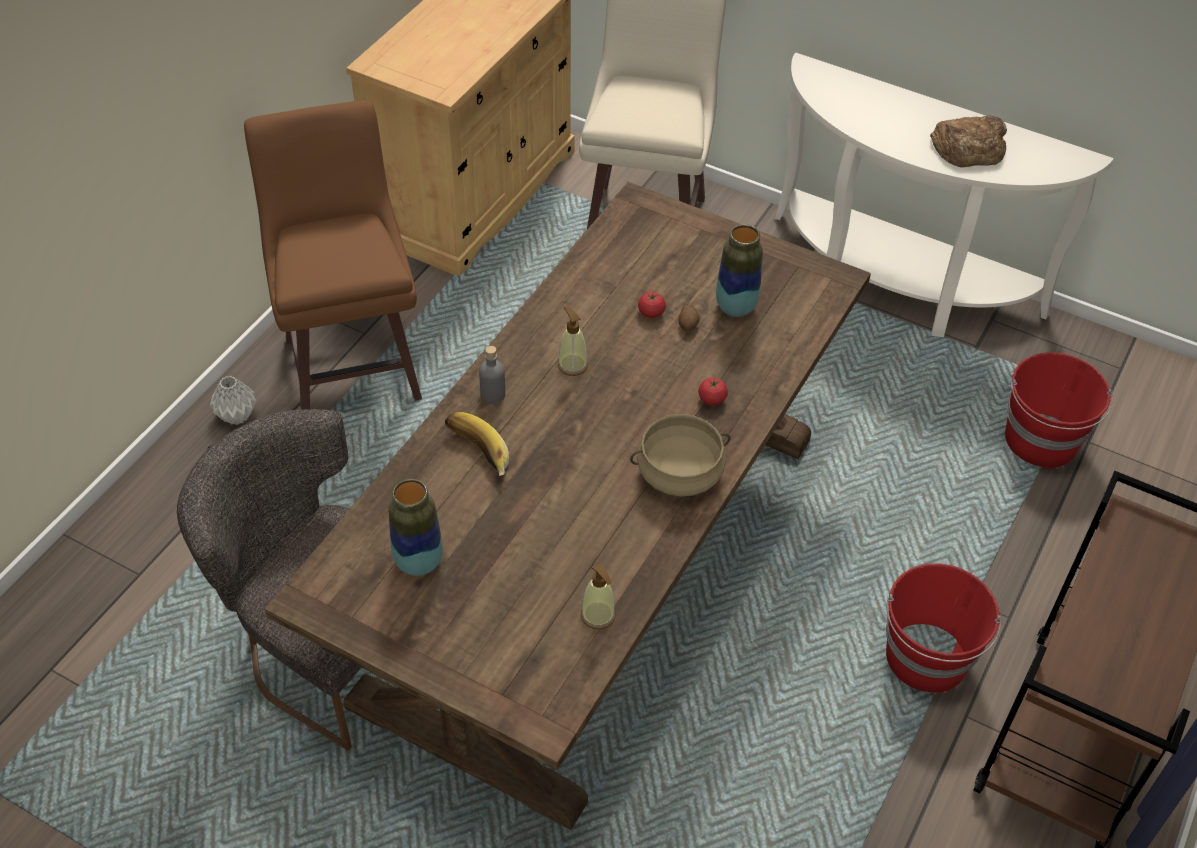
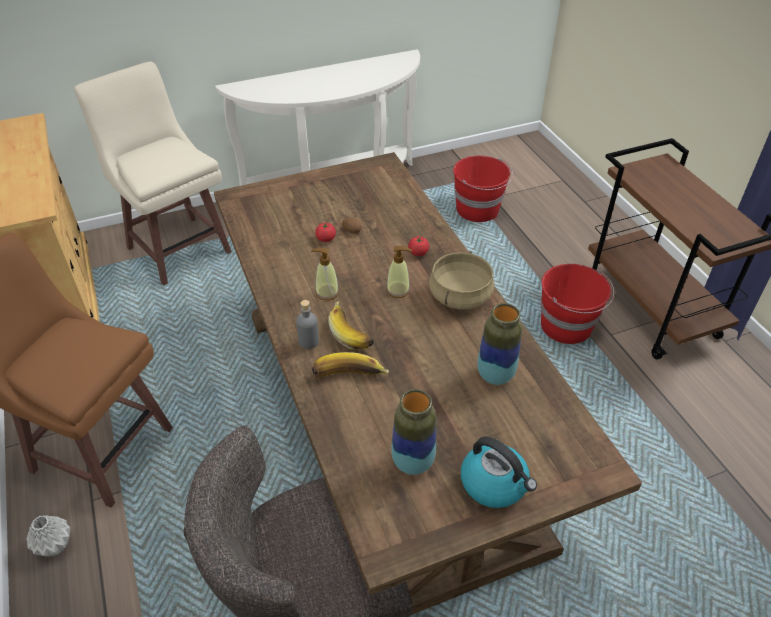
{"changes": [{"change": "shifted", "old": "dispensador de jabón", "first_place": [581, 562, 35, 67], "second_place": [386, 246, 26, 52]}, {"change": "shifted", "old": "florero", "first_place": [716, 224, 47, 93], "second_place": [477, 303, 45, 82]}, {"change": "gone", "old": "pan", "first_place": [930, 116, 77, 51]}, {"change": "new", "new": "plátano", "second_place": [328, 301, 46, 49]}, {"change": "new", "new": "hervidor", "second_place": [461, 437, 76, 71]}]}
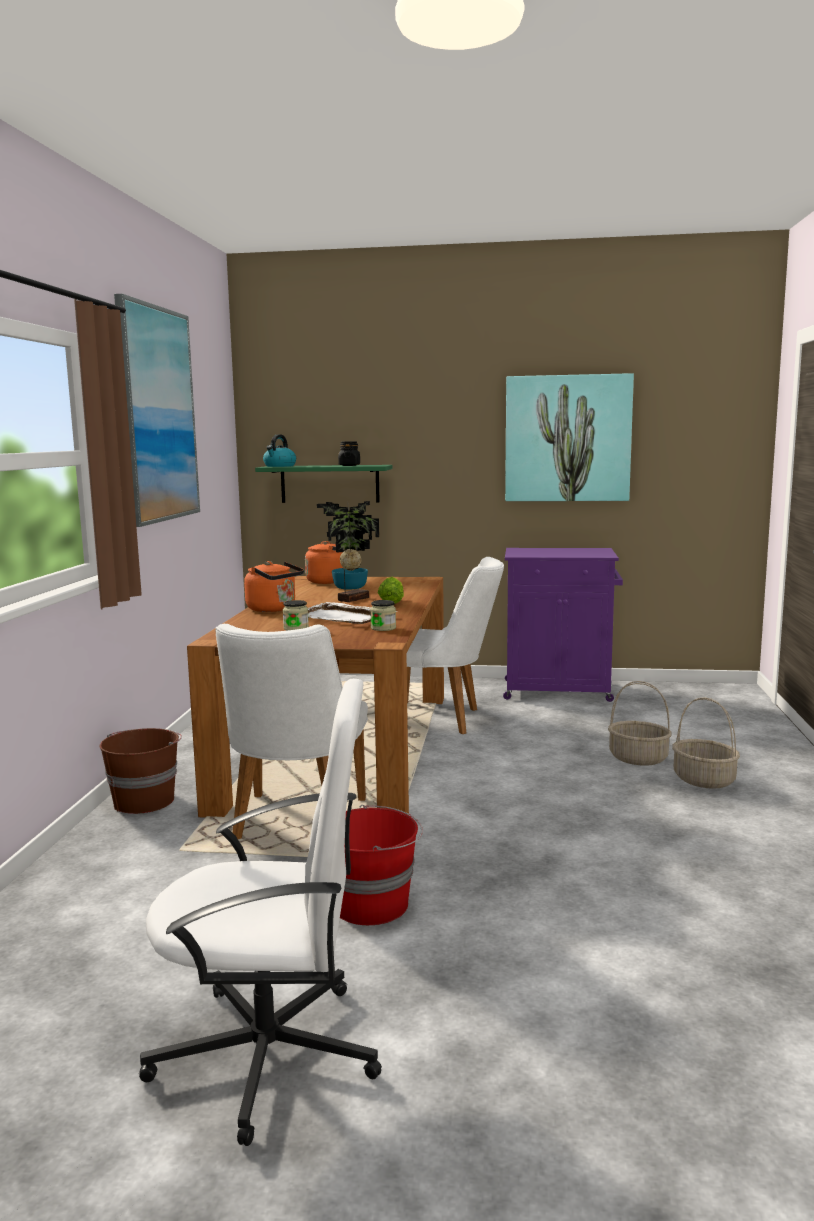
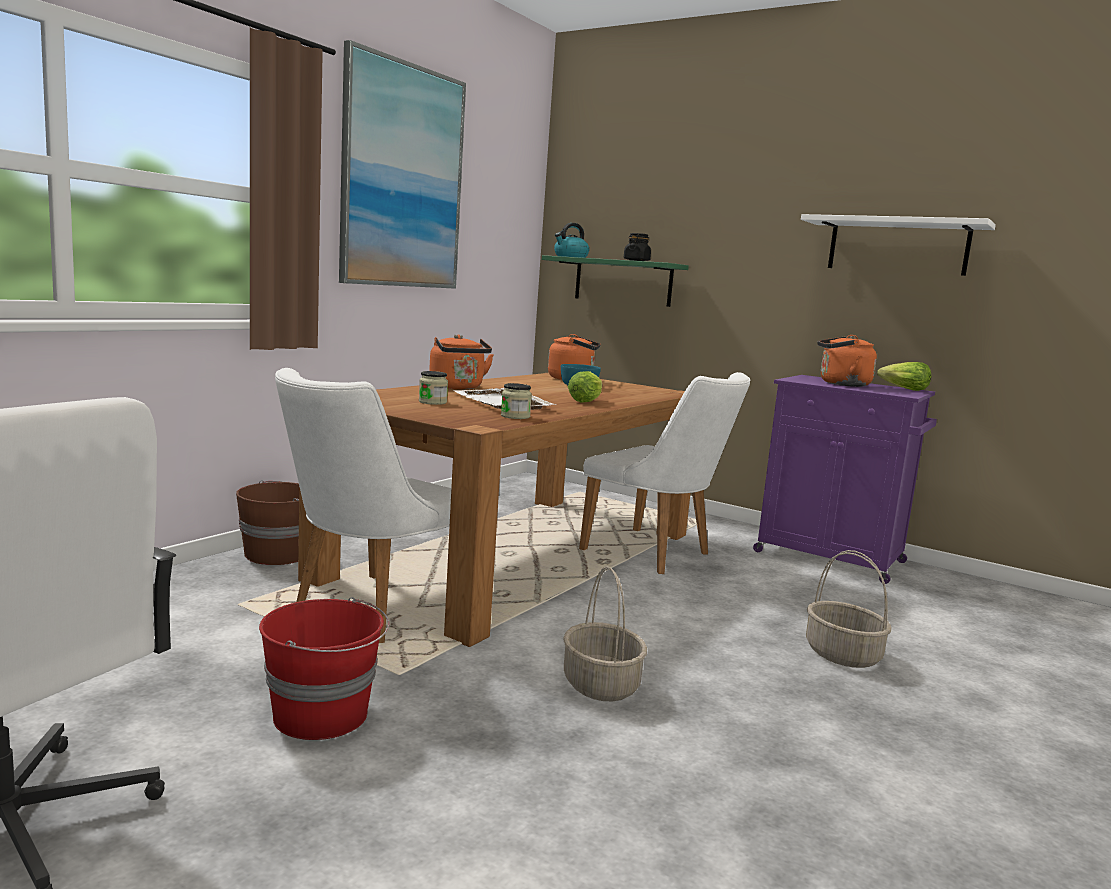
{"changes": [{"change": "gone", "old": "planta en maceta", "first_place": [317, 501, 62, 101]}, {"change": "swapped", "old": "cuadro", "new": "estante/blanco", "first_place": [505, 373, 129, 128], "second_place": [801, 214, 195, 62]}, {"change": "shifted", "old": "cesta", "first_place": [672, 697, 68, 92], "second_place": [563, 566, 84, 136]}, {"change": "new", "new": "hervidor/naranja", "second_place": [817, 335, 60, 52]}, {"change": "new", "new": "lechuga", "second_place": [877, 362, 54, 29]}]}
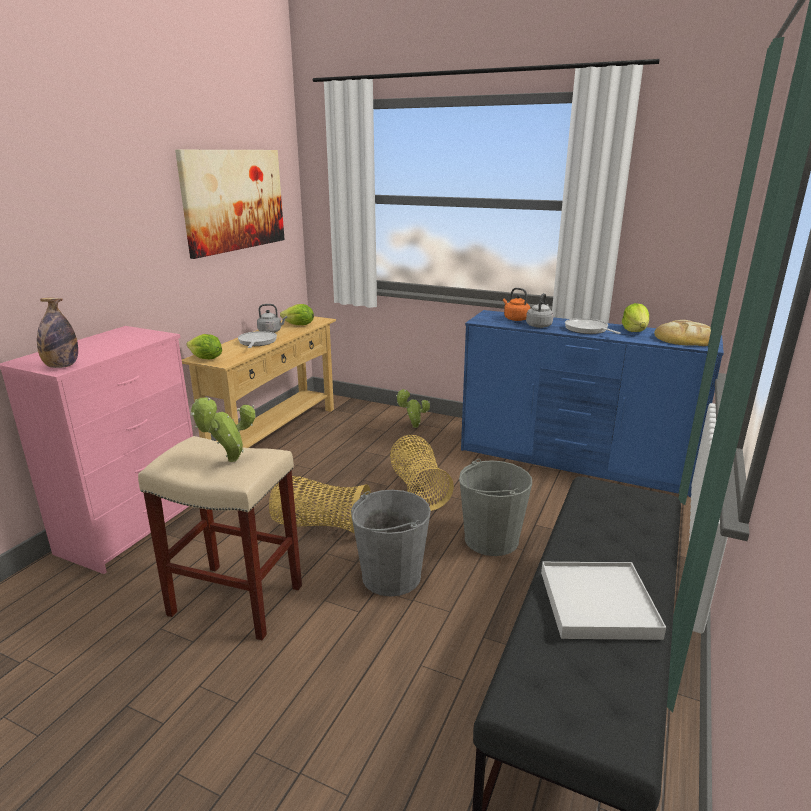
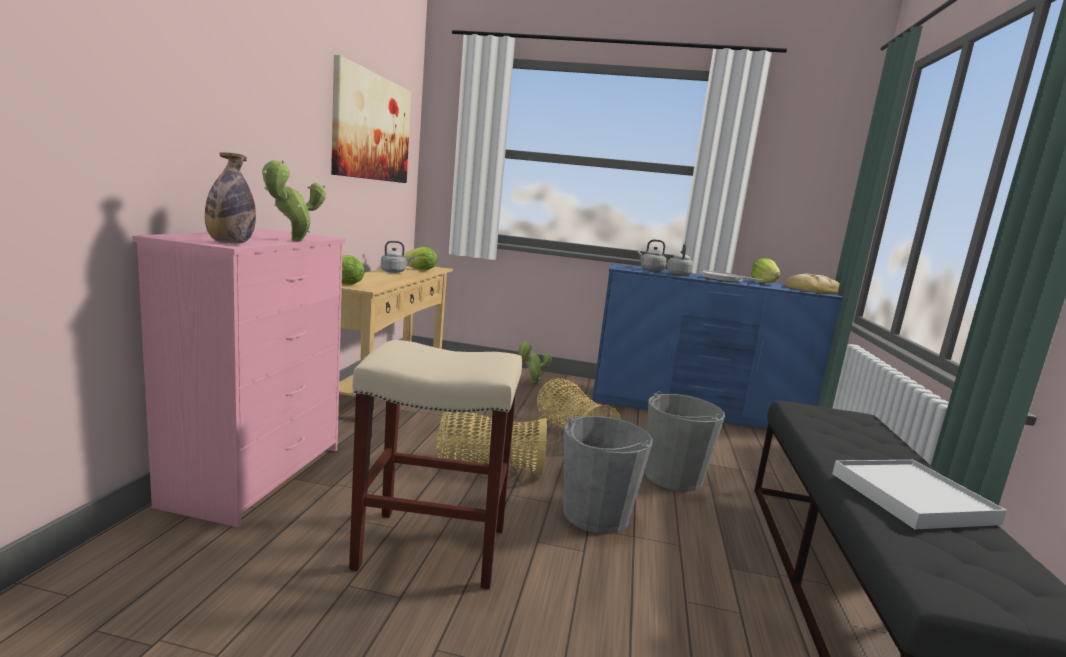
{"changes": [{"change": "shifted", "old": "planta en maceta", "first_place": [191, 397, 65, 65], "second_place": [262, 160, 64, 81]}, {"change": "gone", "old": "sartén", "first_place": [238, 331, 39, 17]}, {"change": "repainted", "old": "hervidor/naranja", "new": "hervidor/gris", "first_place": [503, 288, 27, 33], "second_place": [638, 240, 28, 31]}]}
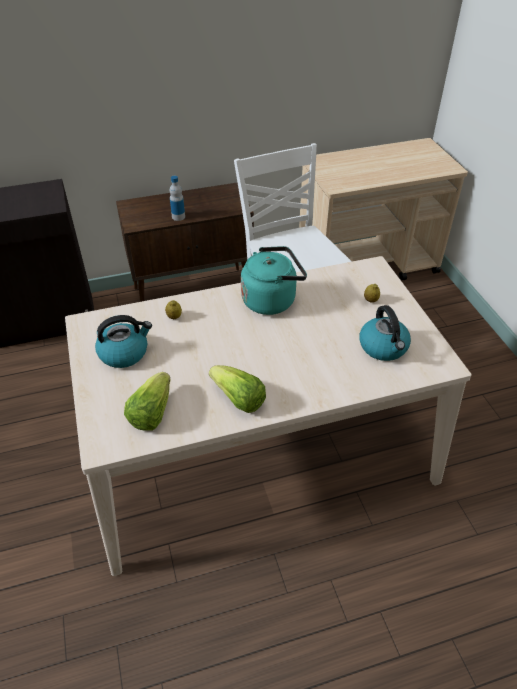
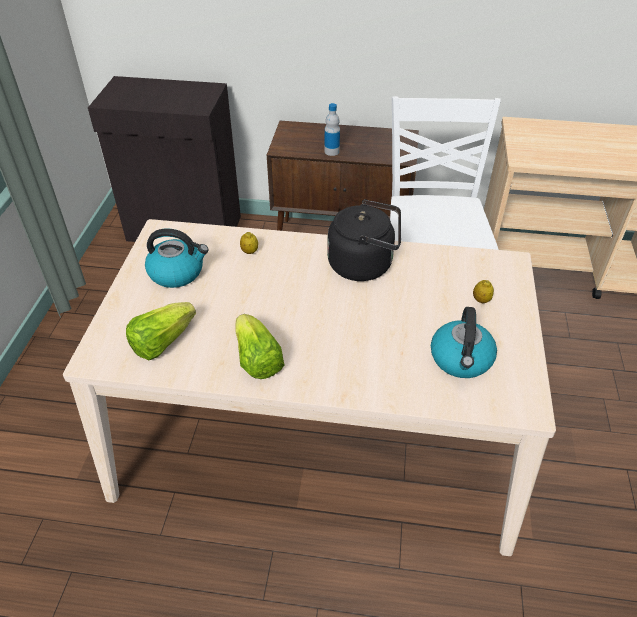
{"changes": [{"change": "repainted", "old": "hervidor/turquesa", "new": "hervidor/negro", "first_place": [241, 246, 66, 69], "second_place": [327, 199, 74, 82]}]}
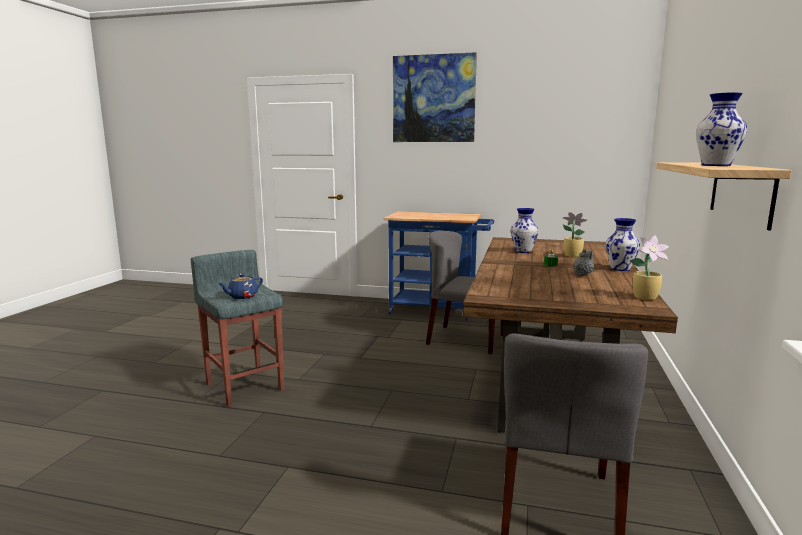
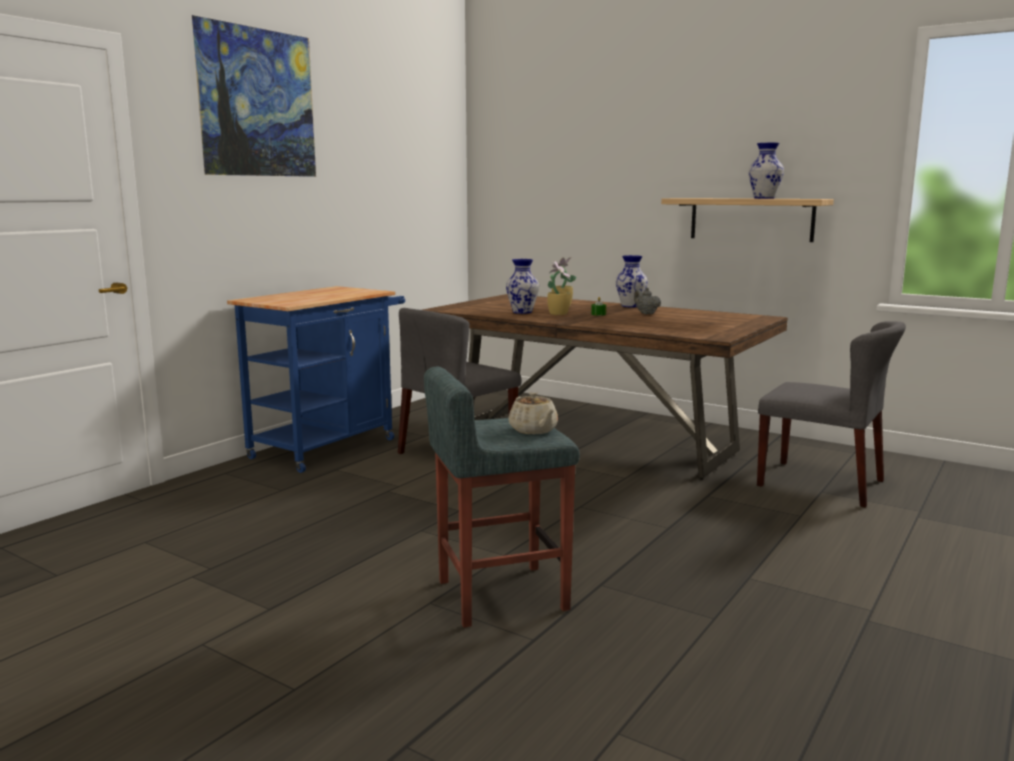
{"changes": [{"change": "repainted", "old": "tetera/azul", "new": "tetera/beis", "first_place": [218, 274, 45, 25], "second_place": [508, 392, 50, 42]}, {"change": "shifted", "old": "planta en maceta", "first_place": [630, 236, 39, 64], "second_place": [547, 260, 24, 55]}]}
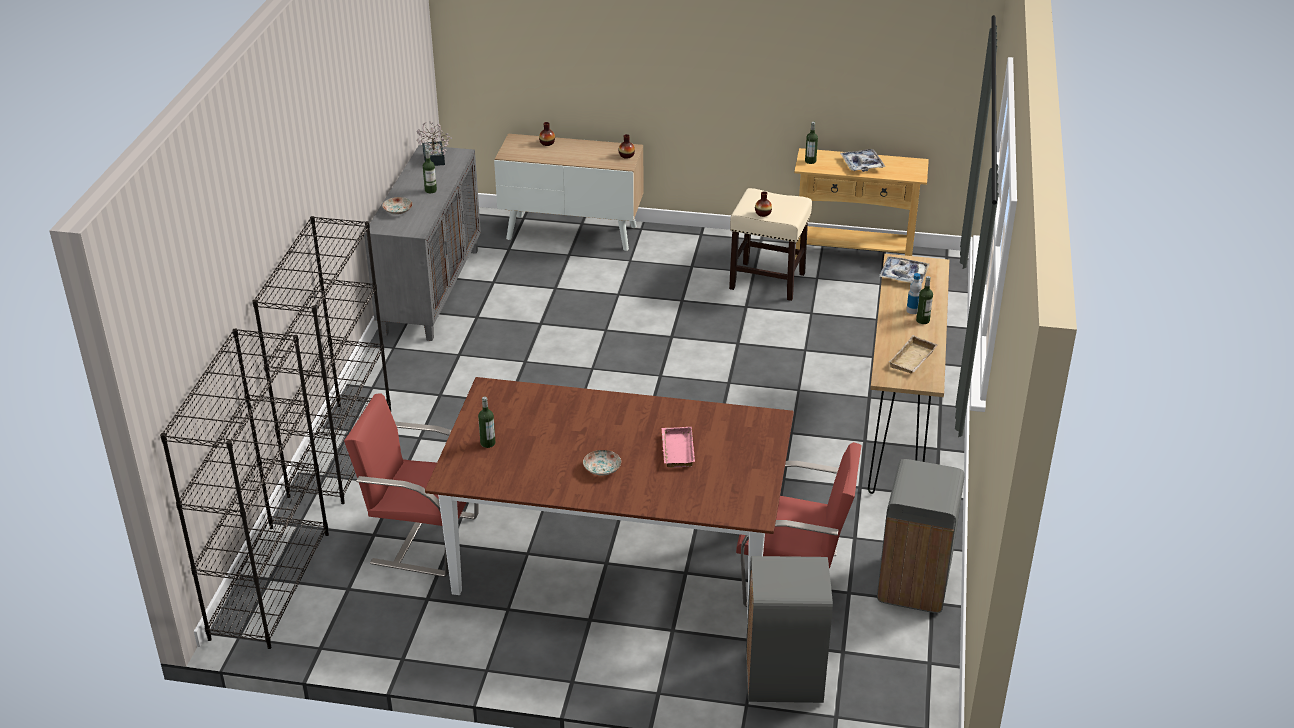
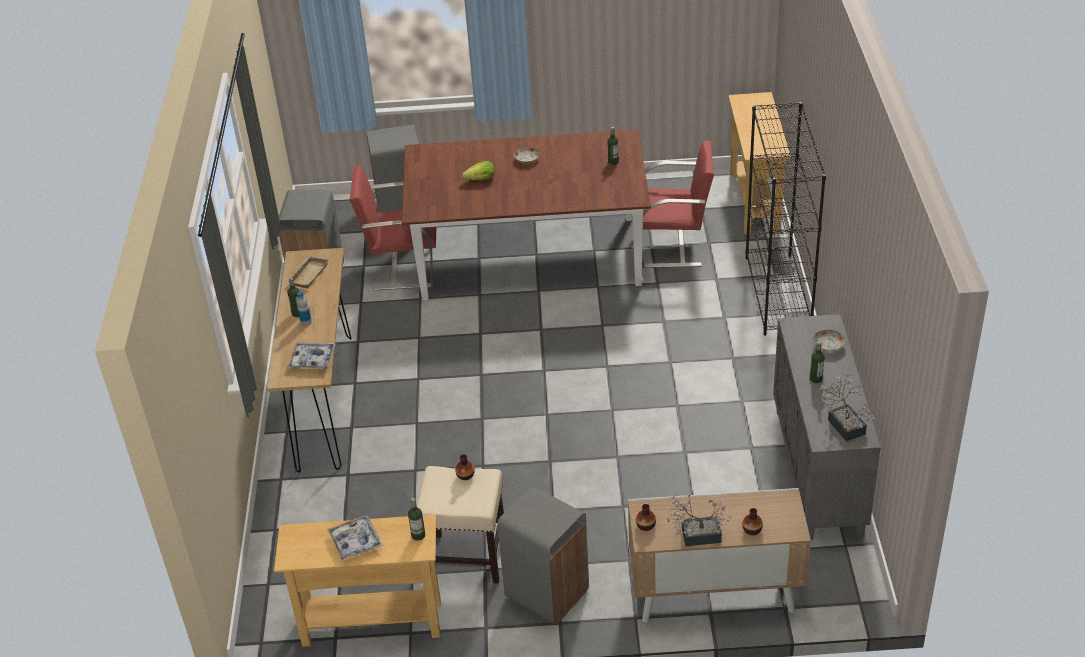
{"changes": [{"change": "swapped", "old": "estantería/negro", "new": "mesa consola/beis", "first_place": [160, 328, 169, 321], "second_place": [728, 92, 62, 142]}, {"change": "swapped", "old": "bandeja/rosa", "new": "lechuga", "first_place": [661, 427, 34, 41], "second_place": [462, 161, 33, 19]}, {"change": "new", "new": "papelera/gris", "second_place": [497, 486, 92, 139]}, {"change": "new", "new": "planta en maceta", "second_place": [667, 493, 64, 53]}]}
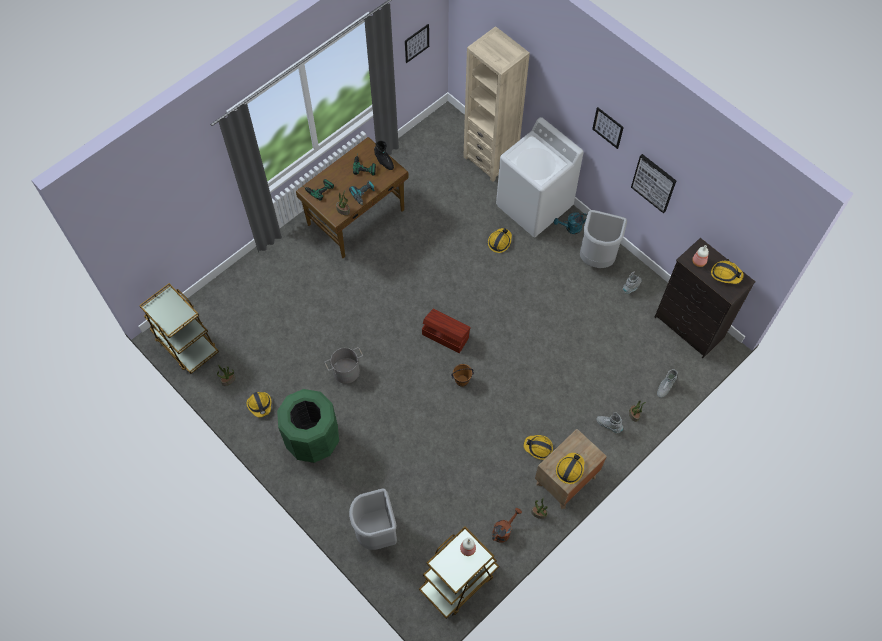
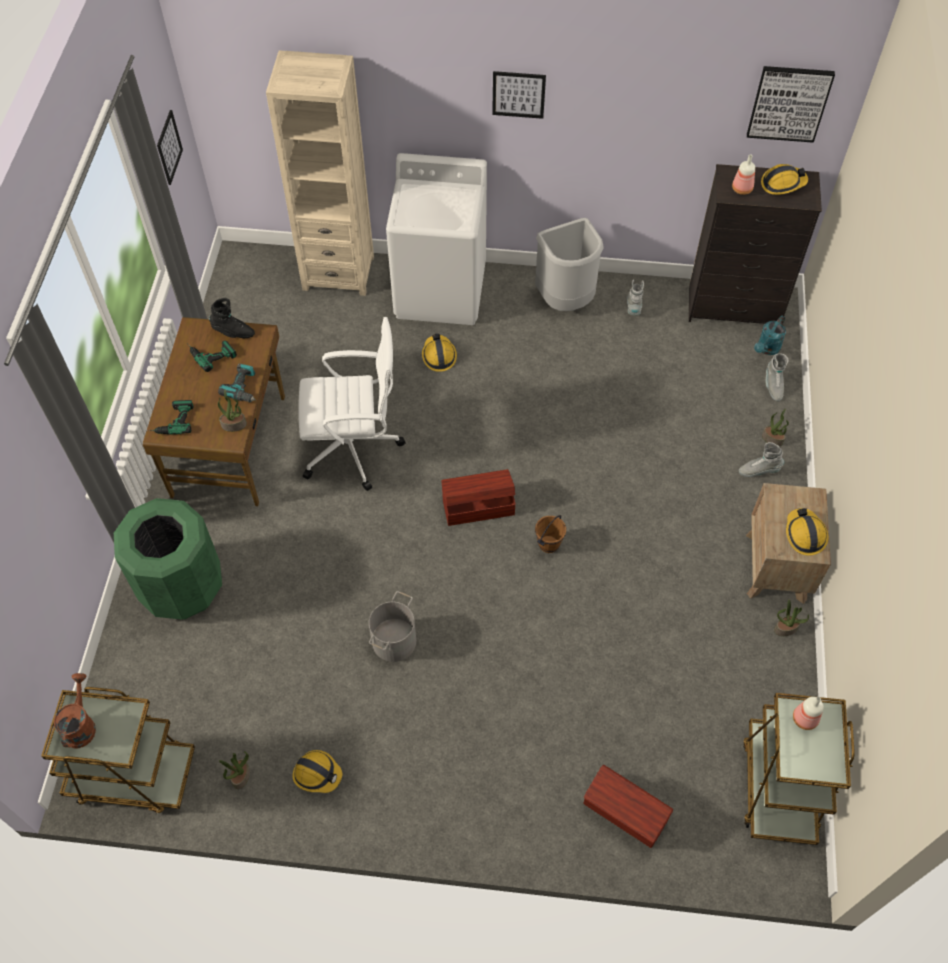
{"changes": [{"change": "shifted", "old": "papelera/verde", "first_place": [277, 389, 62, 74], "second_place": [114, 498, 108, 122]}, {"change": "swapped", "old": "papelera/gris", "new": "caja de almacenaje/marrón", "first_place": [349, 488, 48, 62], "second_place": [583, 765, 90, 83]}, {"change": "shifted", "old": "regadera/marrón", "first_place": [492, 508, 30, 35], "second_place": [54, 673, 42, 76]}, {"change": "gone", "old": "casco", "first_place": [524, 435, 29, 25]}, {"change": "shifted", "old": "regadera/turquesa", "first_place": [554, 212, 33, 22], "second_place": [754, 316, 32, 39]}, {"change": "shifted", "old": "cuadro", "first_place": [631, 154, 45, 59], "second_place": [747, 66, 88, 77]}, {"change": "new", "new": "silla de oficina/blanco", "second_place": [298, 317, 108, 174]}]}
